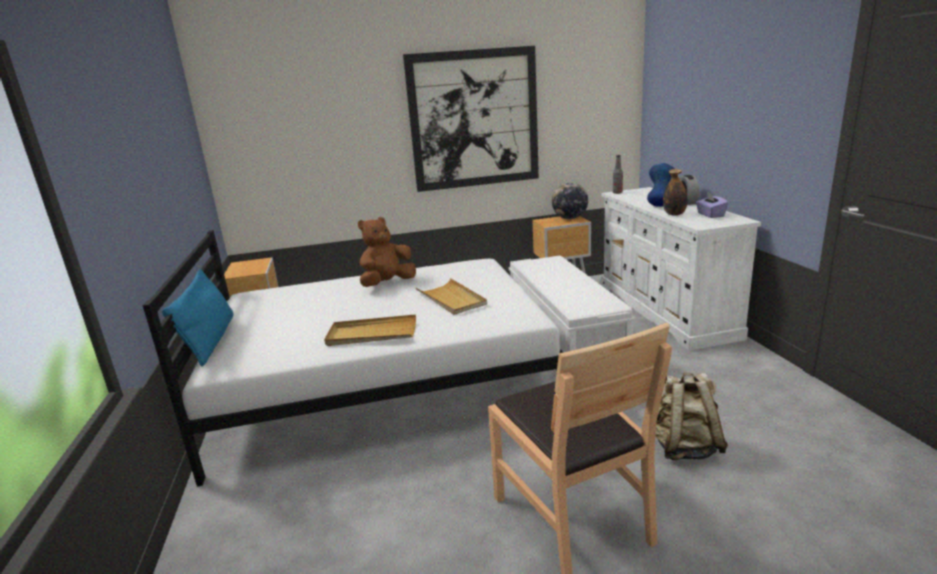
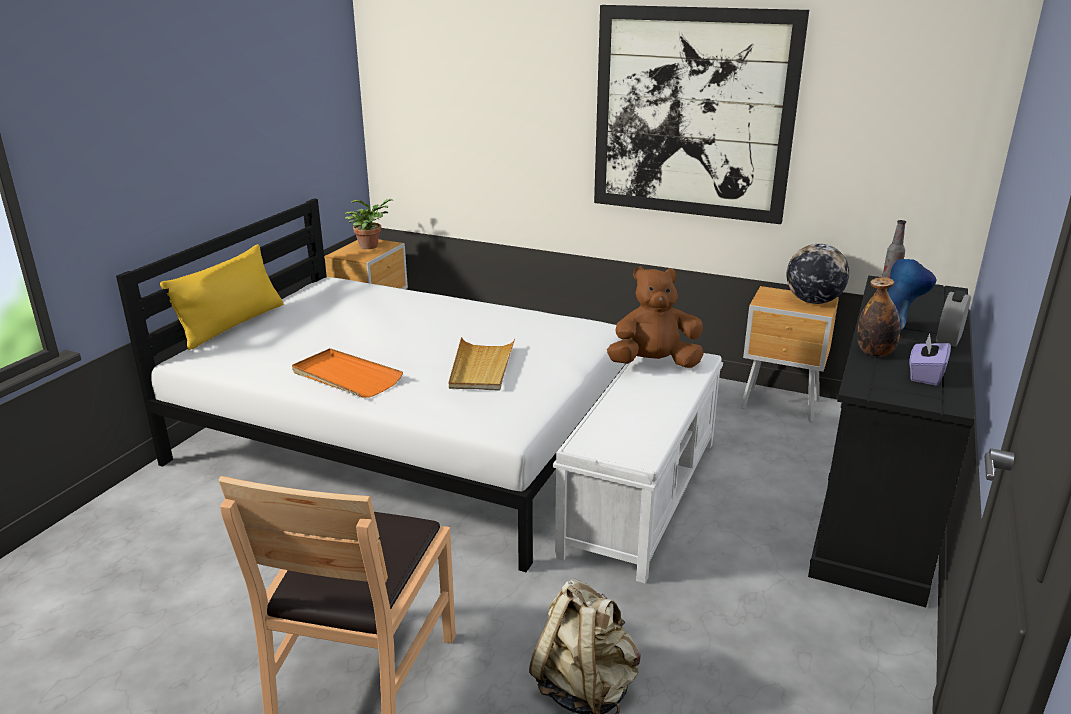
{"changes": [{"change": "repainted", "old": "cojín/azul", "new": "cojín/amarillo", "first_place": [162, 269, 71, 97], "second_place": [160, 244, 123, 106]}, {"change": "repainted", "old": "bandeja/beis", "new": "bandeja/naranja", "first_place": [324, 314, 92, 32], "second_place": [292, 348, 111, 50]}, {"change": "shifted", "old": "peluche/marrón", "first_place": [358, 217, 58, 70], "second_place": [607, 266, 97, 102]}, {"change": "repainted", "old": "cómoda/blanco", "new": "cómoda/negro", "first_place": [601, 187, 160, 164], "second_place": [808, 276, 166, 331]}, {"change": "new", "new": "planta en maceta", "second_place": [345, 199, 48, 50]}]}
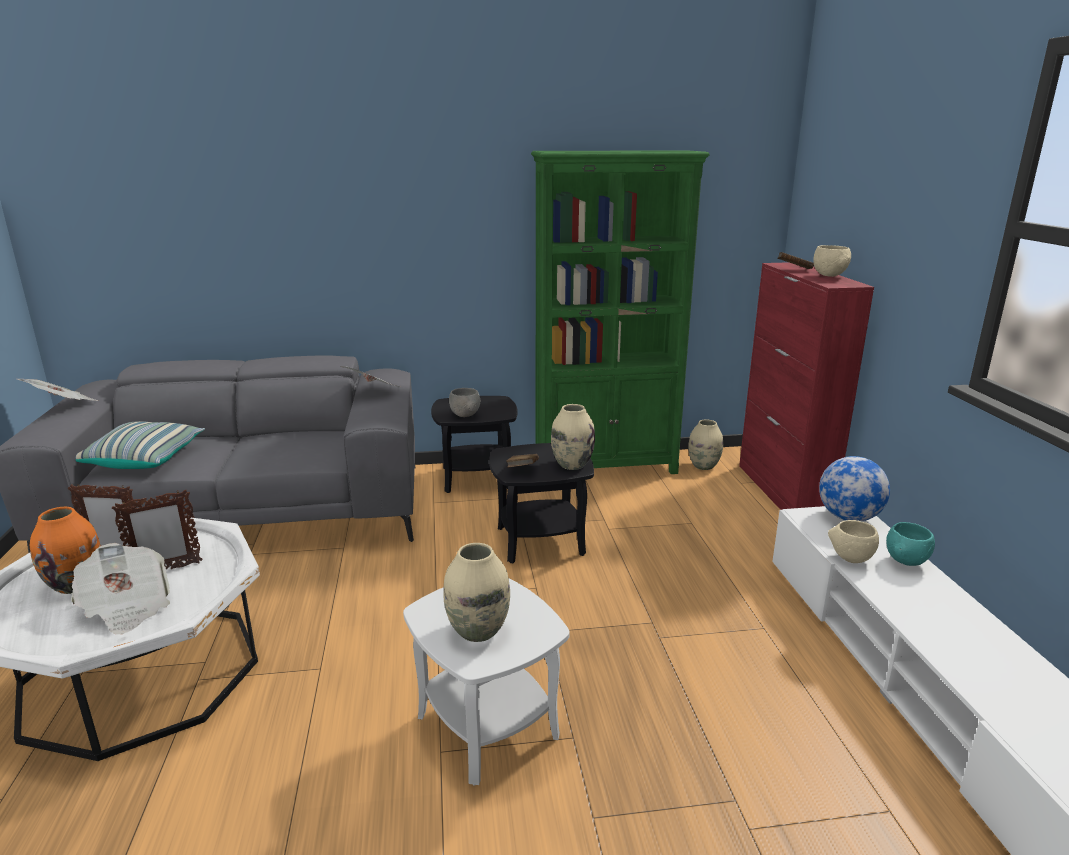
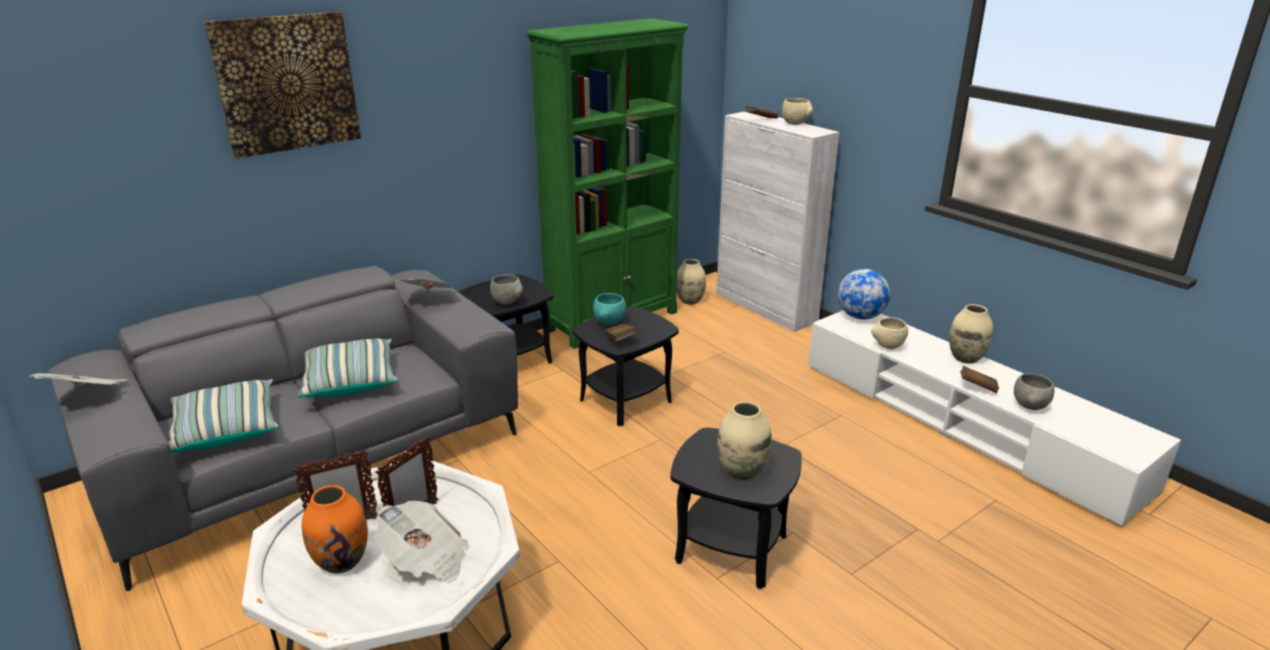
{"changes": [{"change": "repainted", "old": "mesa auxiliar/blanco", "new": "mesa auxiliar/negro", "first_place": [403, 578, 167, 207], "second_place": [670, 428, 132, 161]}, {"change": "shifted", "old": "florero/beis", "first_place": [551, 404, 44, 66], "second_place": [949, 304, 44, 60]}, {"change": "repainted", "old": "armario/rojo", "new": "armario/blanco", "first_place": [739, 262, 135, 248], "second_place": [716, 111, 124, 221]}, {"change": "shifted", "old": "cuenco/turquesa", "first_place": [886, 522, 49, 44], "second_place": [593, 293, 33, 32]}, {"change": "new", "new": "cuadro", "second_place": [204, 11, 157, 147]}, {"change": "new", "new": "cojín", "second_place": [297, 339, 101, 59]}, {"change": "new", "new": "libro/marrón", "second_place": [960, 366, 39, 27]}, {"change": "new", "new": "cuenco/gris", "second_place": [1014, 373, 40, 37]}]}
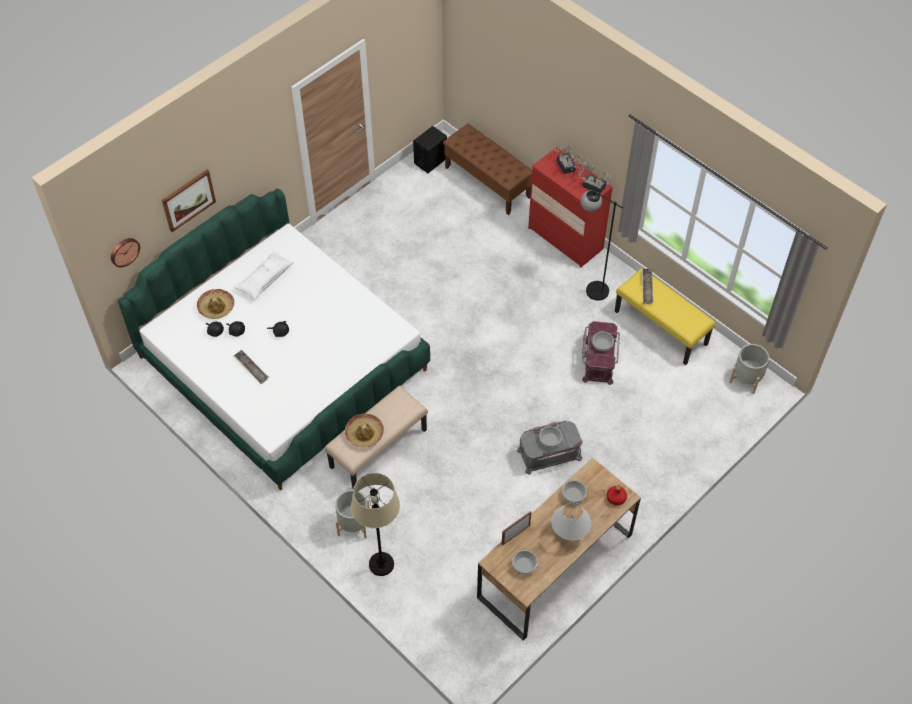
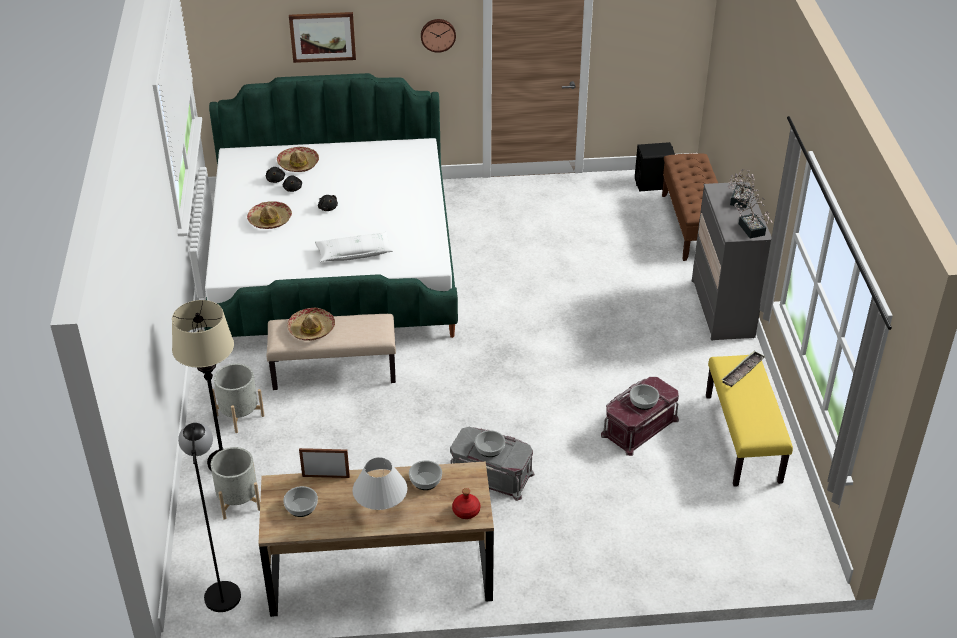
{"changes": [{"change": "shifted", "old": "reloj de pared", "first_place": [111, 238, 29, 29], "second_place": [421, 19, 35, 34]}, {"change": "shifted", "old": "cojín/blanco", "first_place": [234, 251, 59, 50], "second_place": [315, 232, 78, 30]}, {"change": "swapped", "old": "bandeja", "new": "sombrero", "first_place": [234, 350, 35, 34], "second_place": [247, 202, 45, 27]}, {"change": "repainted", "old": "cómoda/rojo", "new": "cómoda/gris", "first_place": [528, 147, 85, 121], "second_place": [692, 182, 79, 159]}, {"change": "shifted", "old": "lámpara de pie/negro", "first_place": [581, 190, 42, 111], "second_place": [178, 422, 63, 190]}, {"change": "shifted", "old": "maceta/gris", "first_place": [729, 344, 41, 50], "second_place": [211, 447, 49, 73]}]}
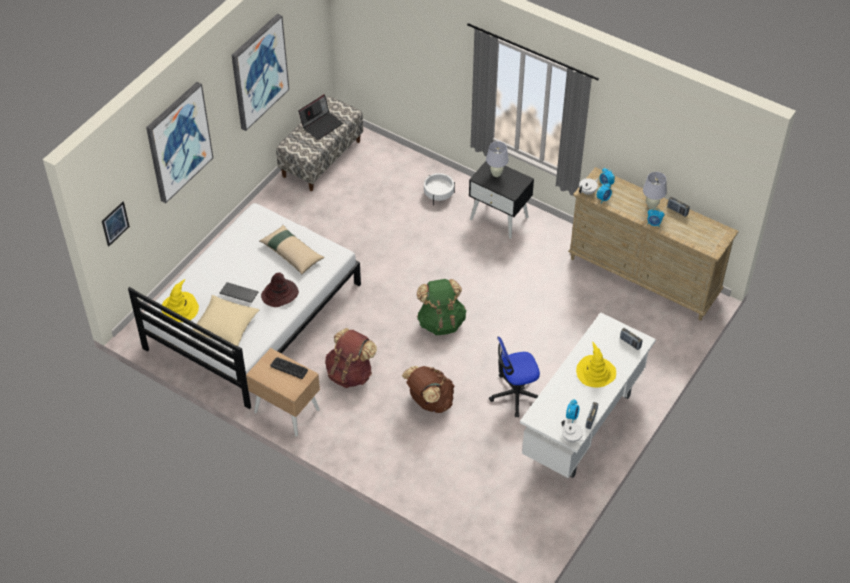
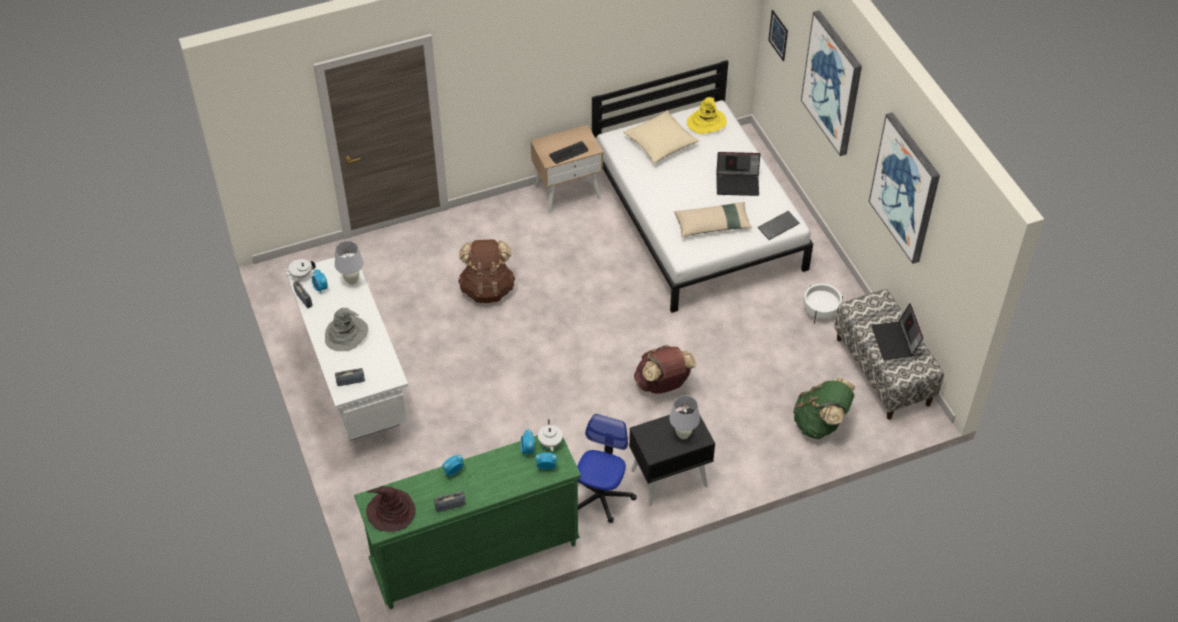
{"changes": [{"change": "shifted", "old": "teclado", "first_place": [220, 282, 38, 21], "second_place": [758, 211, 42, 29]}, {"change": "shifted", "old": "sombrero/marrón", "first_place": [261, 273, 38, 34], "second_place": [366, 486, 50, 46]}, {"change": "shifted", "old": "mochila/marrón", "first_place": [325, 328, 52, 60], "second_place": [634, 345, 62, 49]}, {"change": "shifted", "old": "mochila/verde", "first_place": [417, 279, 49, 56], "second_place": [793, 378, 62, 61]}, {"change": "shifted", "old": "maceta/blanco", "first_place": [424, 173, 31, 32], "second_place": [803, 284, 40, 40]}, {"change": "shifted", "old": "silla de oficina", "first_place": [489, 337, 51, 80], "second_place": [577, 414, 60, 109]}, {"change": "repainted", "old": "cómoda/beis", "new": "cómoda/verde", "first_place": [568, 167, 170, 154], "second_place": [354, 435, 227, 174]}, {"change": "repainted", "old": "sombrero/amarillo", "new": "sombrero/gris", "first_place": [576, 342, 40, 46], "second_place": [325, 308, 43, 43]}, {"change": "shifted", "old": "lámpara de mesa/blanco", "first_place": [643, 172, 24, 37], "second_place": [335, 241, 28, 44]}, {"change": "new", "new": "portátil", "second_place": [716, 152, 44, 44]}]}
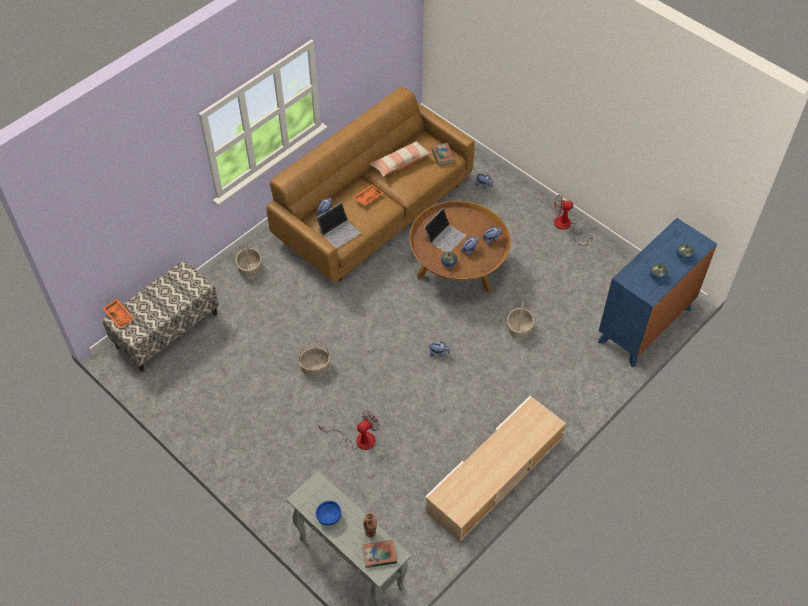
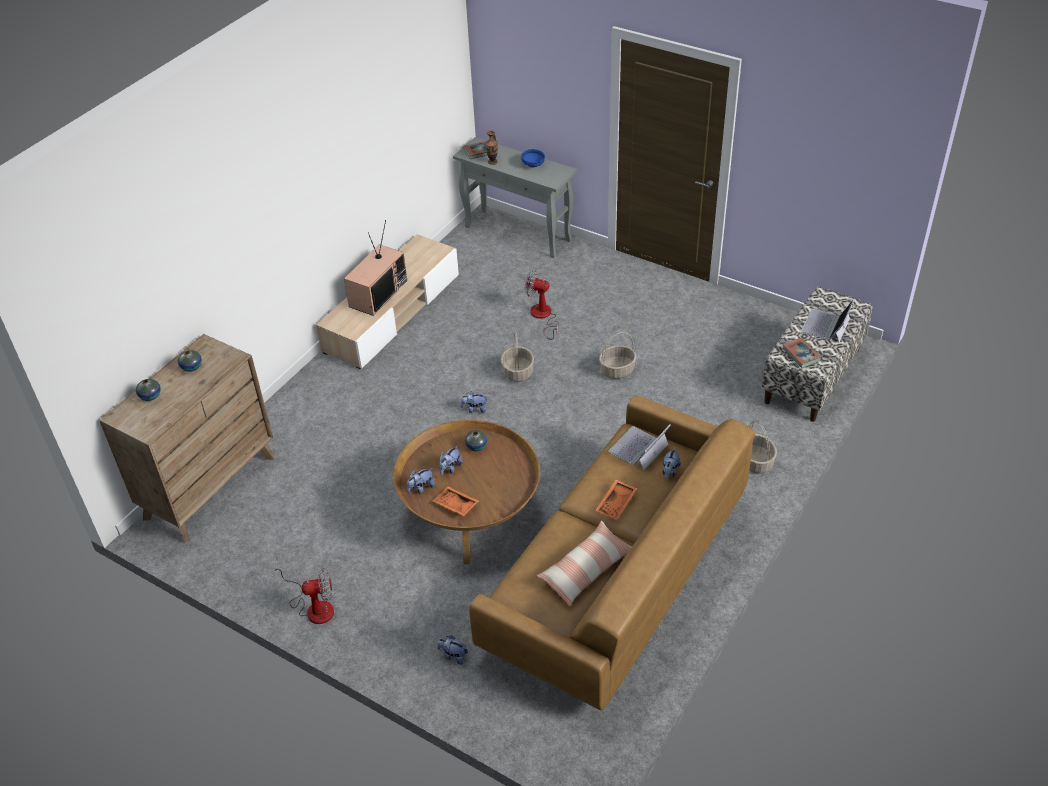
{"changes": [{"change": "shifted", "old": "bandeja/naranja", "first_place": [103, 299, 31, 30], "second_place": [433, 487, 46, 29]}, {"change": "rotated", "old": "ventilador", "first_place": [319, 411, 61, 39], "second_place": [525, 271, 34, 69], "degrees": 75}, {"change": "shifted", "old": "portátil", "first_place": [424, 208, 42, 44], "second_place": [801, 299, 54, 43]}, {"change": "shifted", "old": "libro", "first_place": [431, 143, 23, 22], "second_place": [782, 337, 40, 31]}, {"change": "shifted", "old": "cesta", "first_place": [507, 301, 27, 38], "second_place": [501, 332, 33, 50]}, {"change": "repainted", "old": "cómoda/azul", "new": "cómoda/marrón", "first_place": [598, 218, 119, 149], "second_place": [99, 334, 176, 209]}, {"change": "new", "new": "televisor", "second_place": [344, 220, 63, 96]}]}
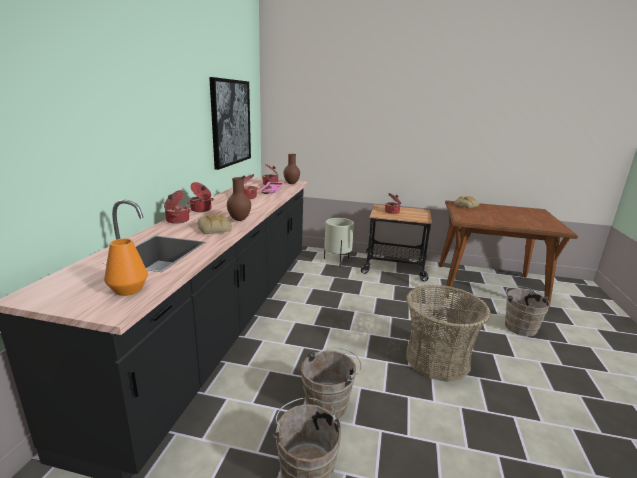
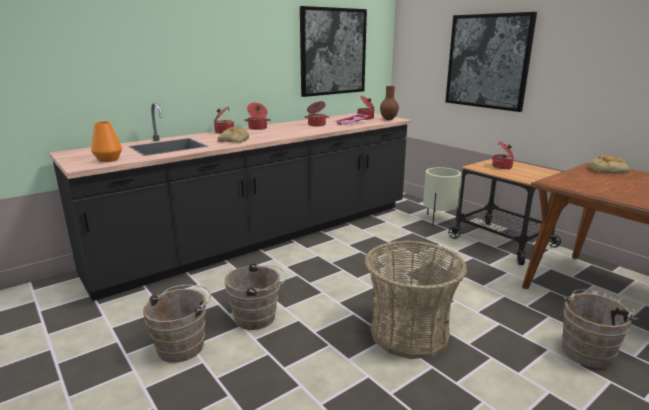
{"changes": [{"change": "gone", "old": "florero/marrón", "first_place": [227, 177, 24, 44]}, {"change": "new", "new": "cuadro", "second_place": [445, 12, 92, 100]}]}
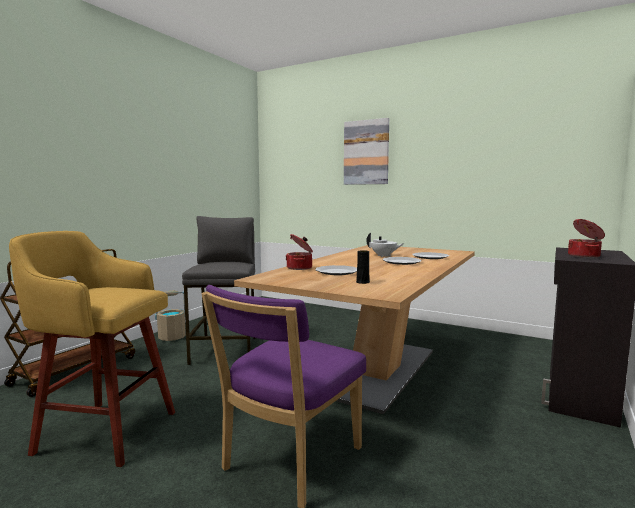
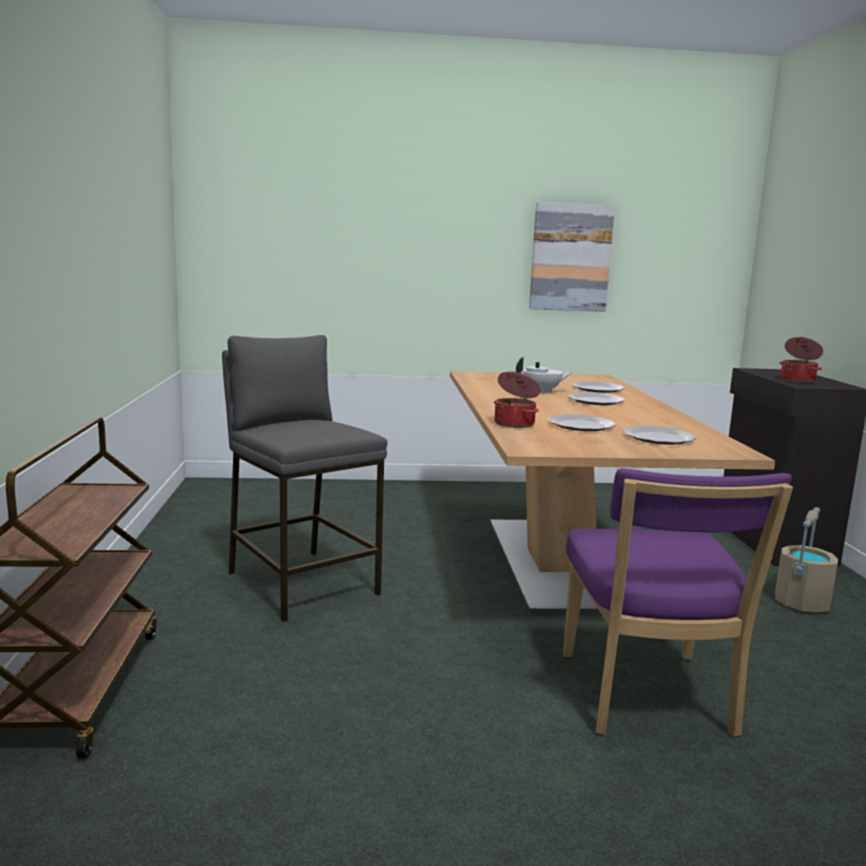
{"changes": [{"change": "gone", "old": "taburete/amarillo", "first_place": [9, 231, 166, 236]}, {"change": "shifted", "old": "cubo/beis", "first_place": [155, 291, 31, 50], "second_place": [775, 507, 63, 105]}, {"change": "shifted", "old": "cuadro", "first_place": [344, 118, 45, 67], "second_place": [529, 202, 86, 110]}, {"change": "swapped", "old": "florero/negro", "new": "plato", "first_place": [356, 250, 14, 34], "second_place": [624, 426, 72, 19]}]}
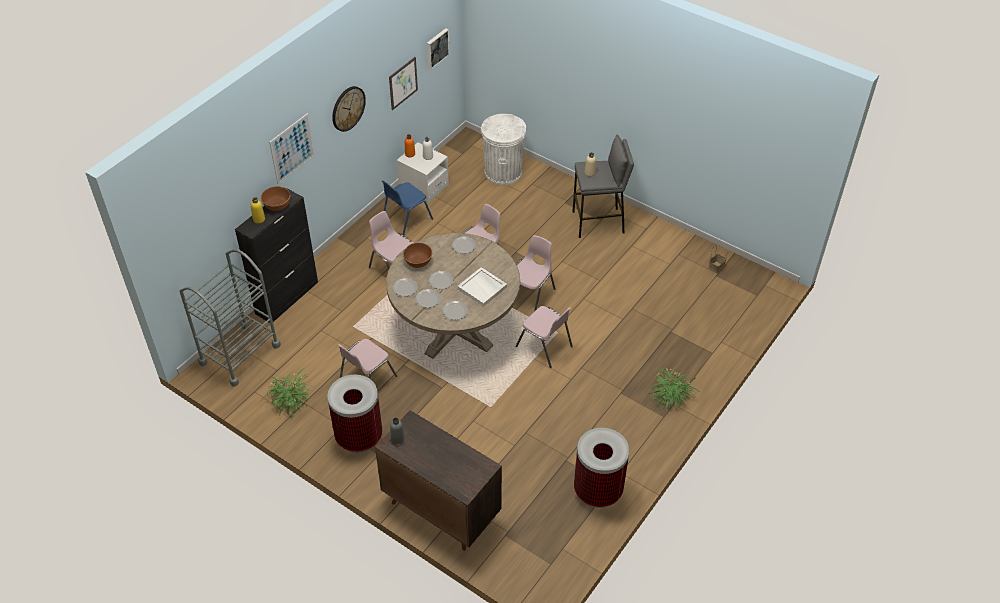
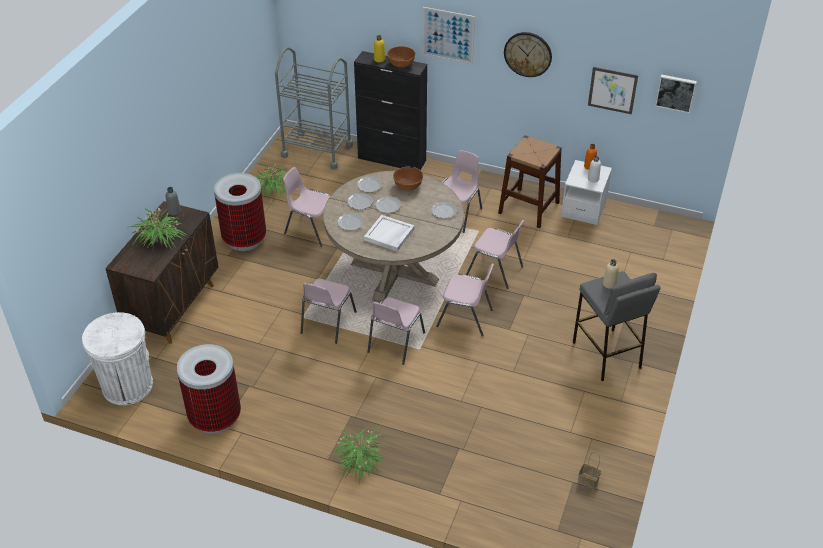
{"changes": [{"change": "swapped", "old": "silla/azul", "new": "taburete/marrón", "first_place": [382, 180, 51, 55], "second_place": [498, 135, 64, 93]}, {"change": "shifted", "old": "papelera/blanco", "first_place": [481, 114, 45, 71], "second_place": [82, 312, 71, 93]}, {"change": "new", "new": "planta en maceta", "second_place": [130, 208, 57, 40]}, {"change": "new", "new": "silla/rosa", "second_place": [301, 279, 56, 65]}]}
